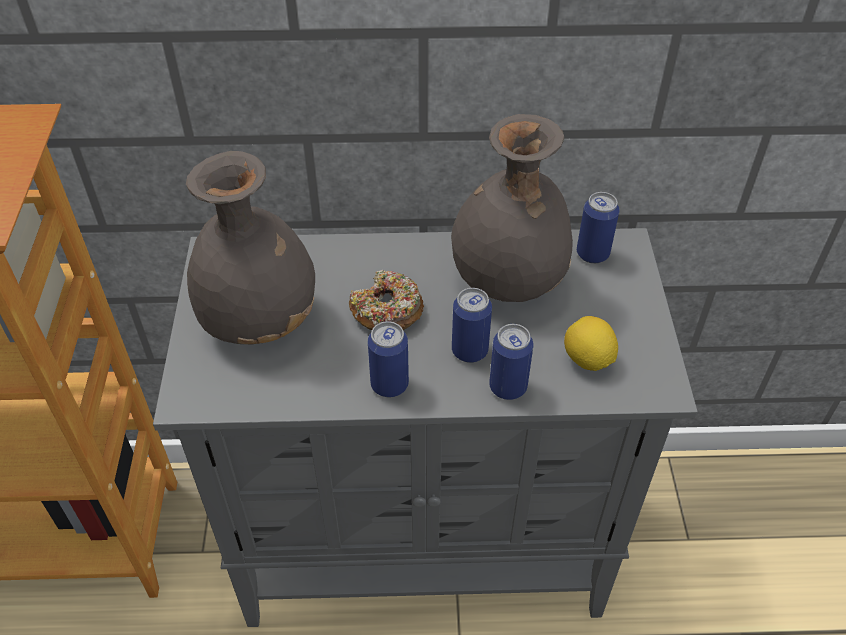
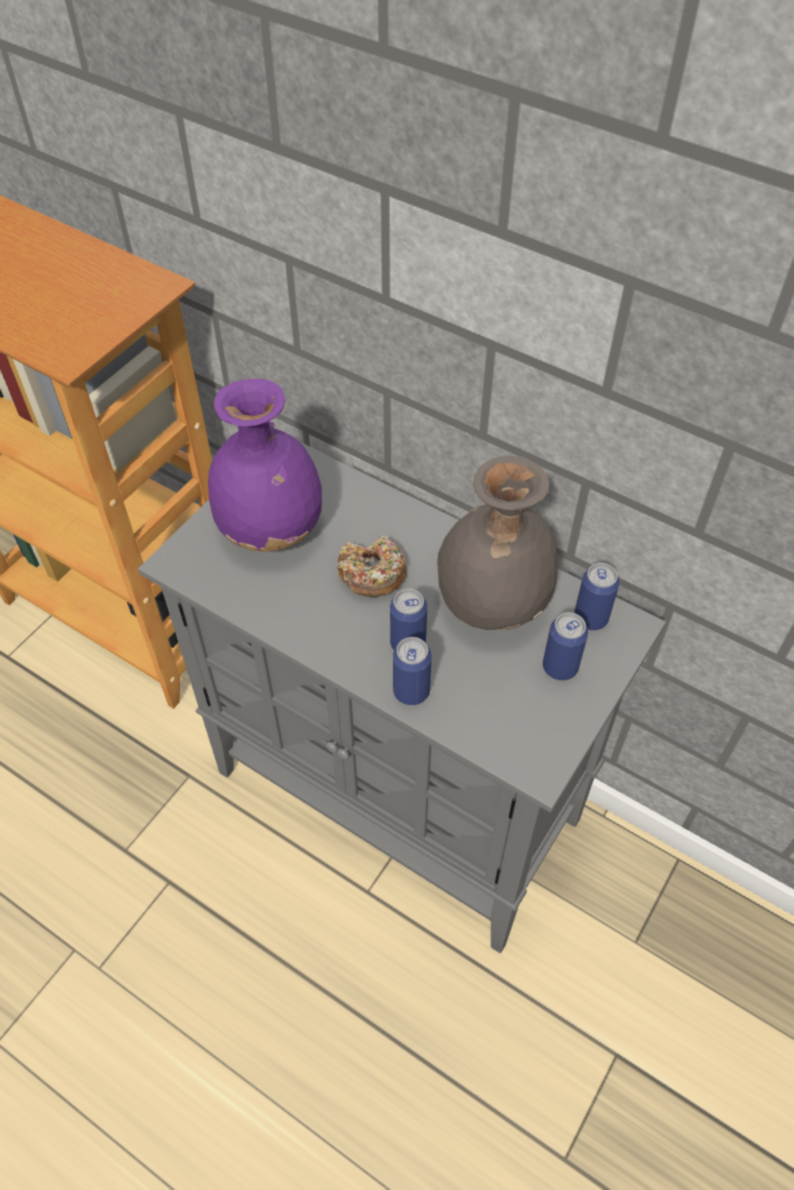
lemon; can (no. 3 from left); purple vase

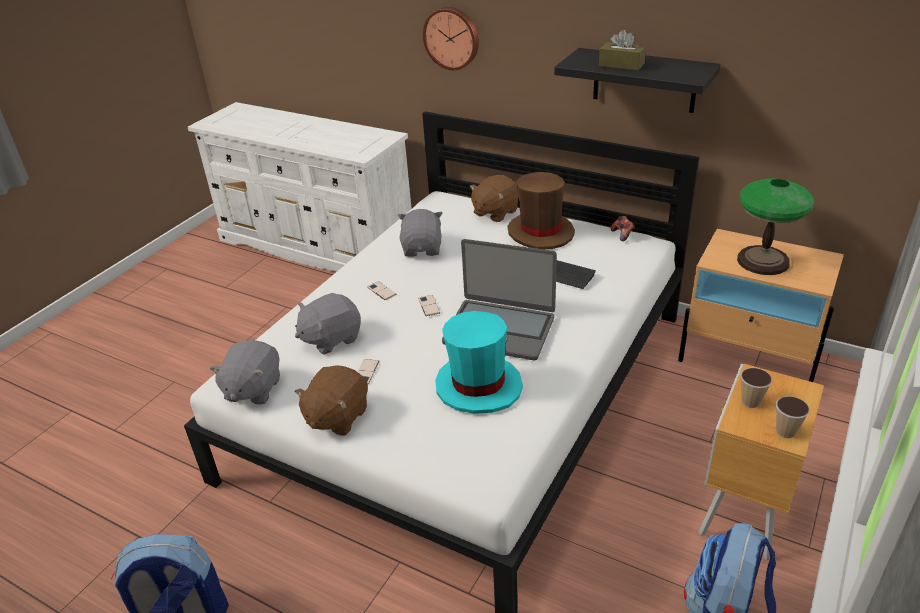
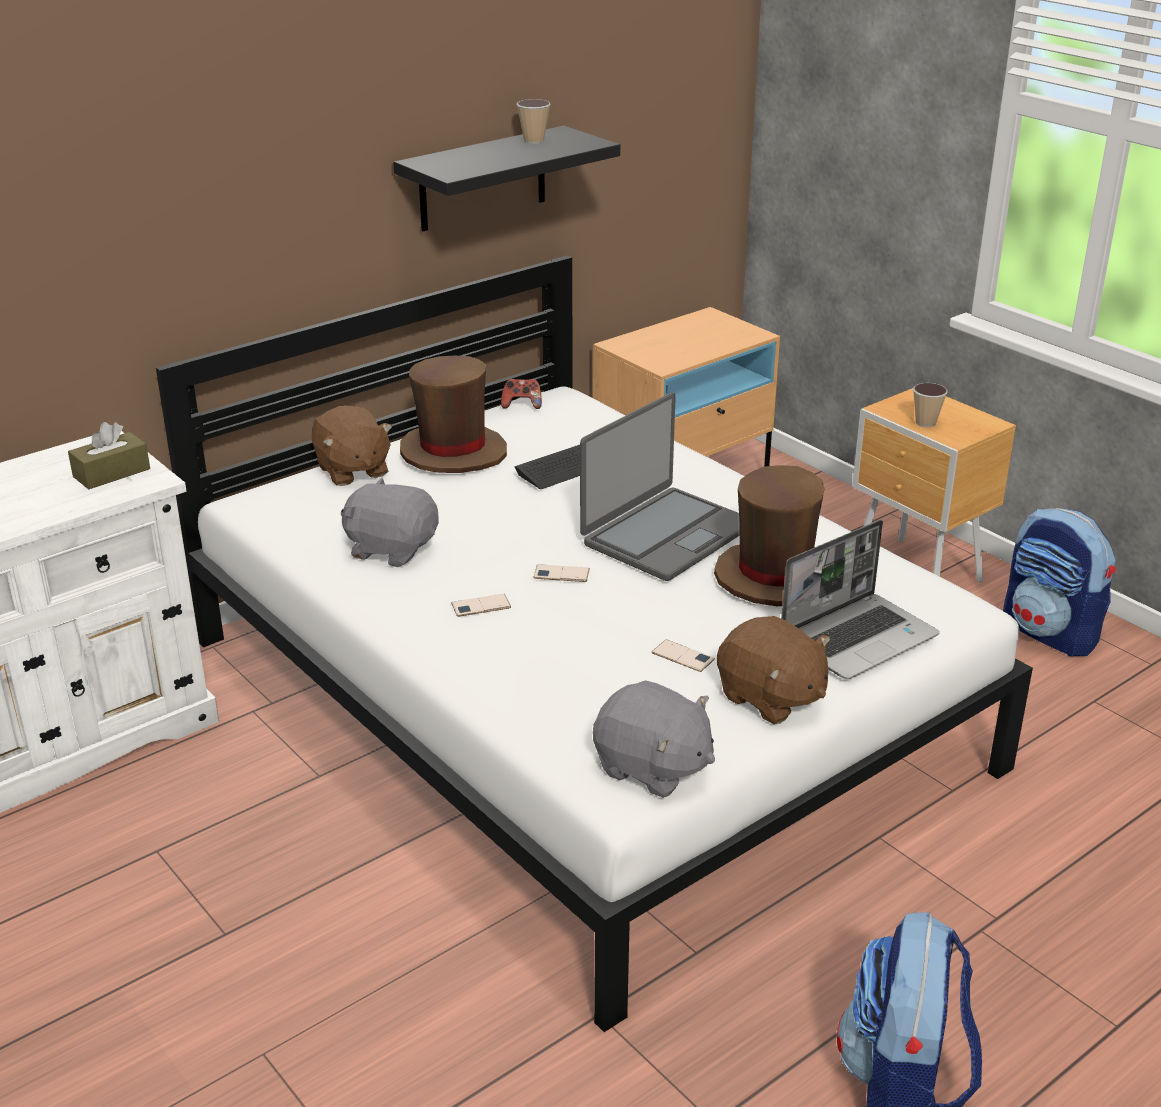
grey plush toy (no. 2 from left in the first image); wall clock; table lamp; laptop (no. 2 from left); brown tissue box; cup (no. 1 from left); brown hat (no. 2 from left)

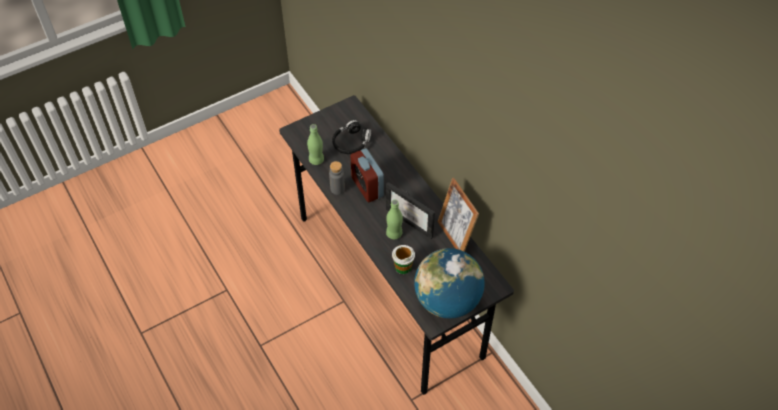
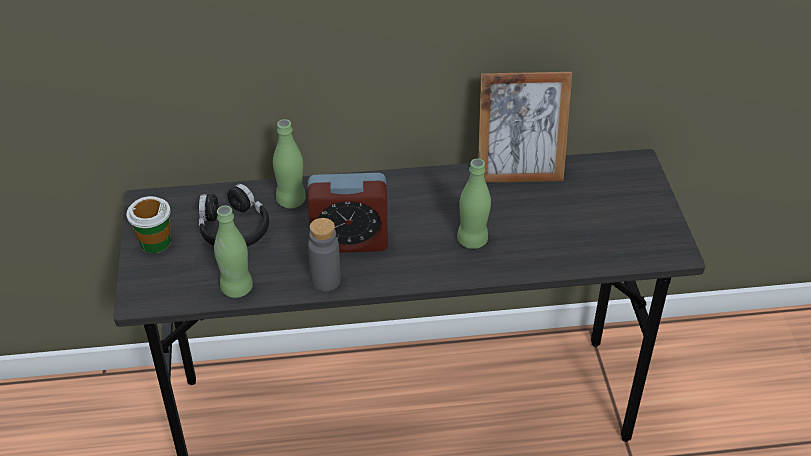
picture frame (no. 1 from left in the first image); globe; green bottle (no. 2 from left); cup

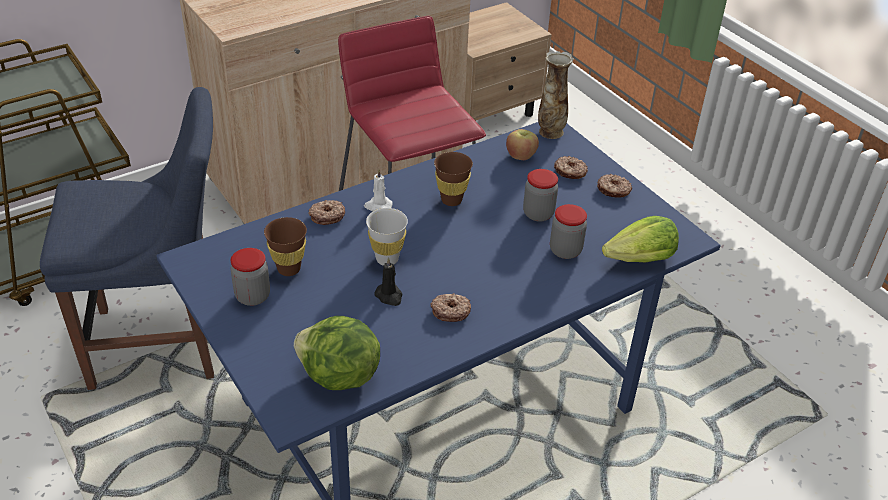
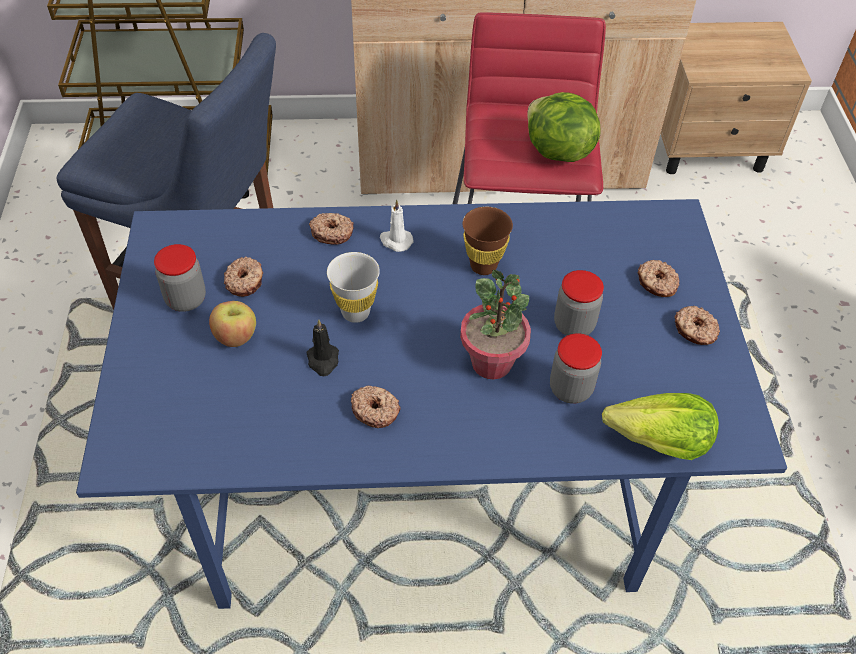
vase; potted plant; lettuce (no. 1 from left); apple; donut (no. 1 from left)

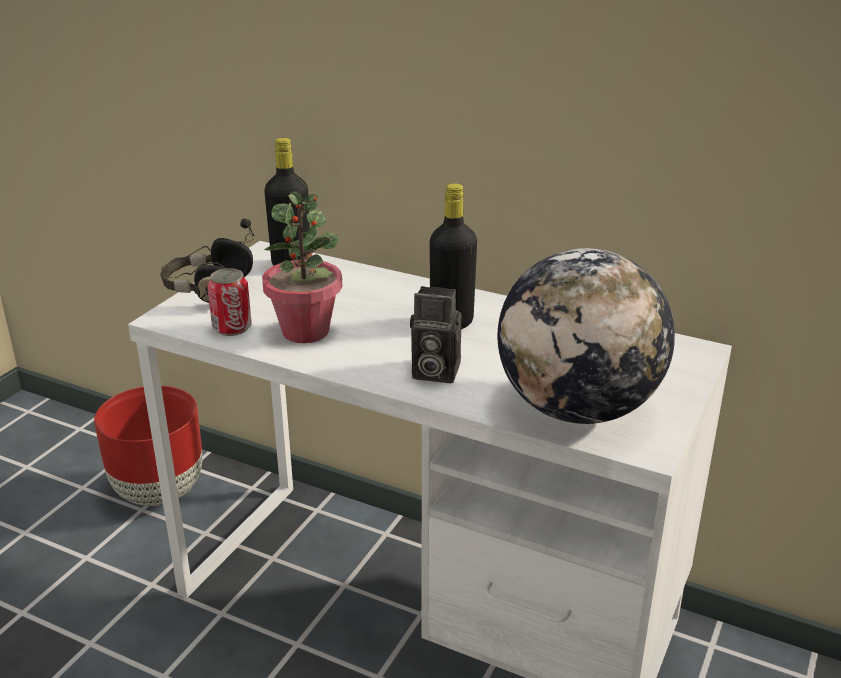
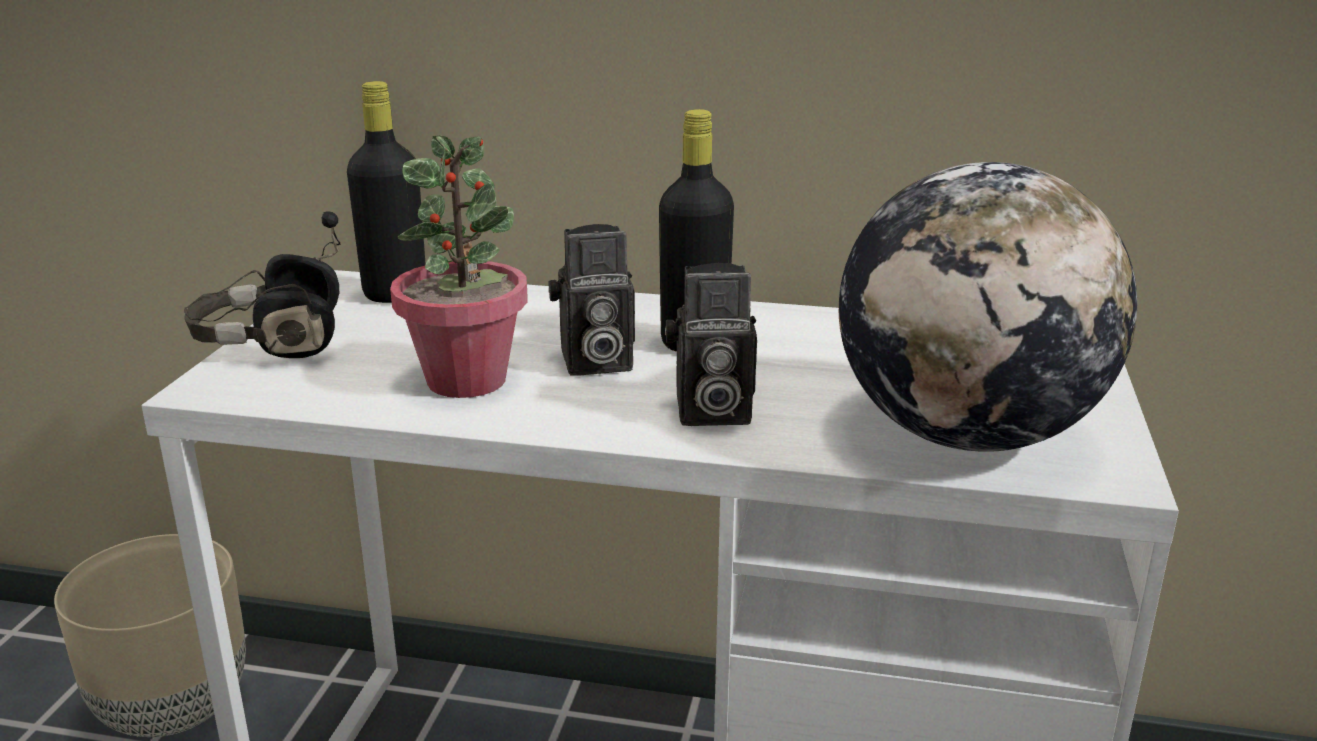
can; photo camera (no. 1 from left); beige planter

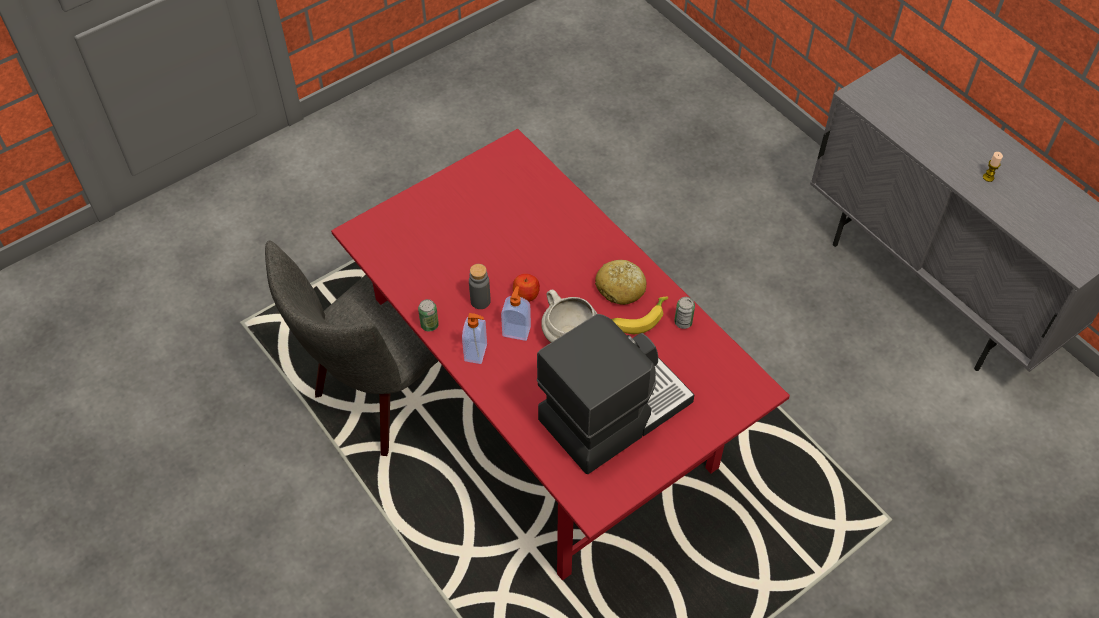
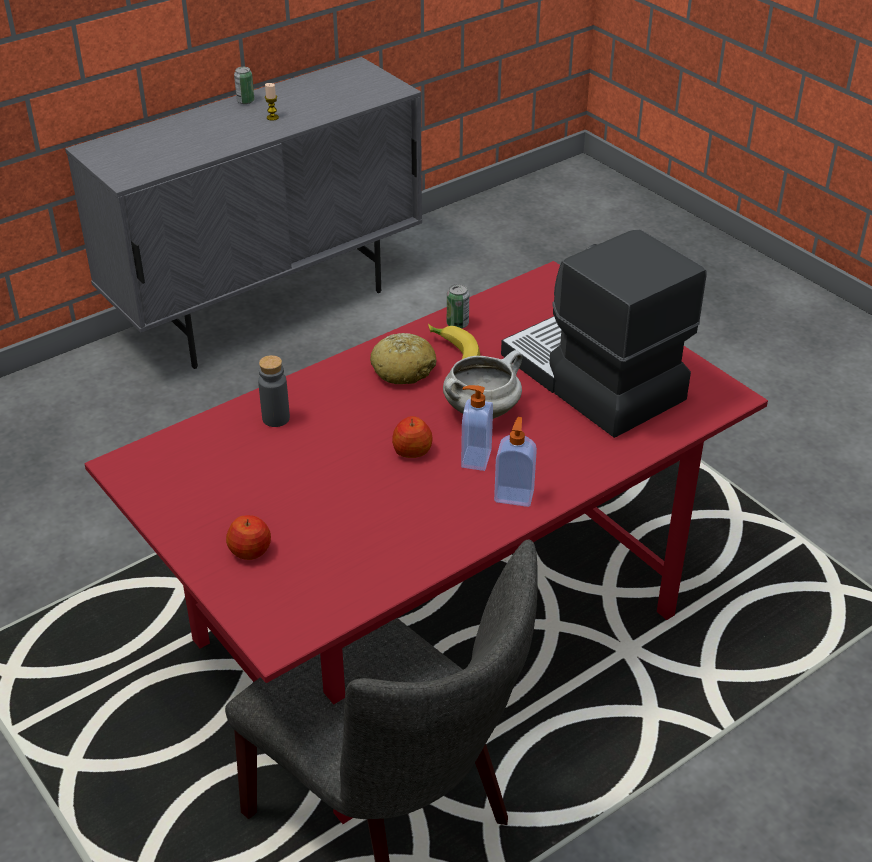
apple (no. 1 from left); can (no. 1 from left); grey bottle

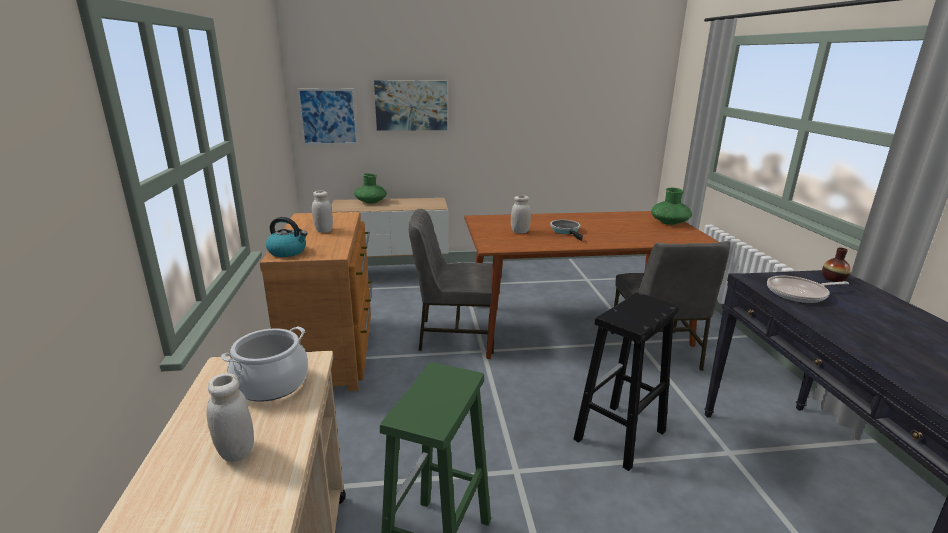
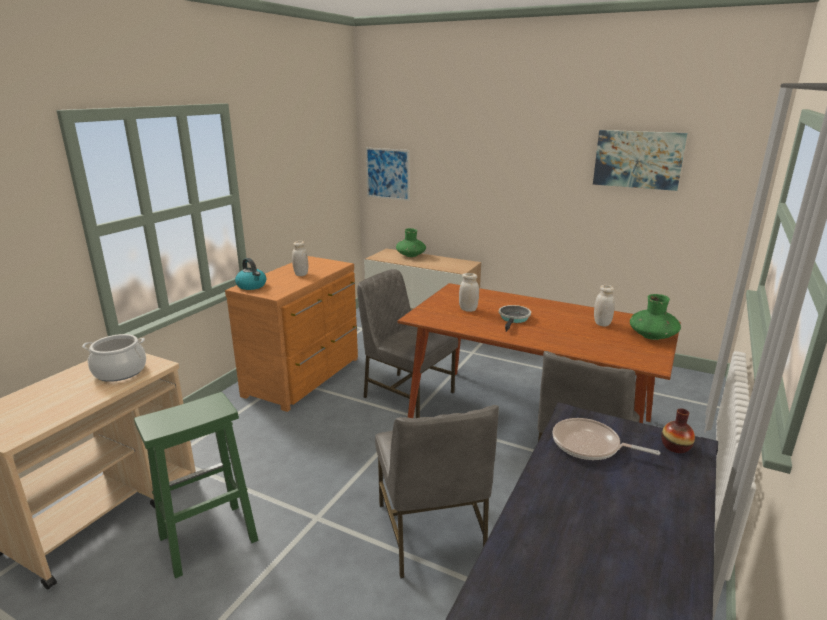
white jar (no. 3 from left); picture (no. 2 from left); grey chair (no. 2 from left)

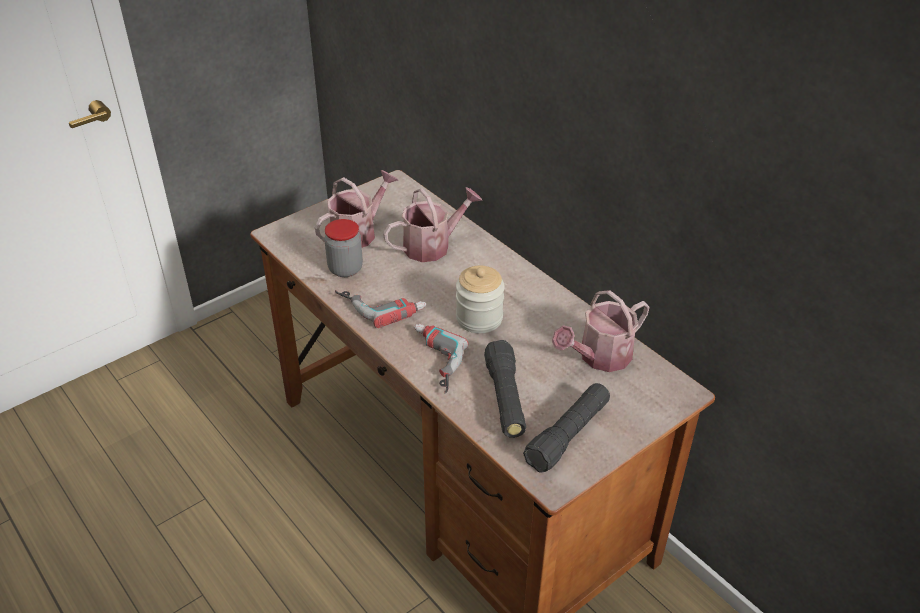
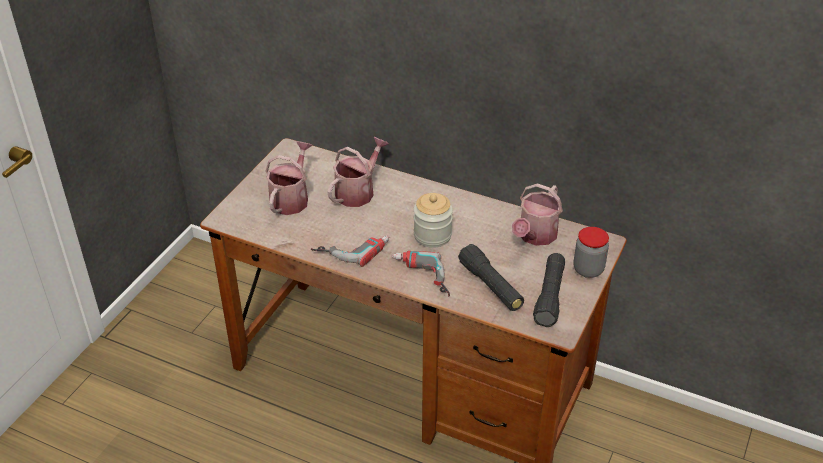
jar (no. 2 from left)

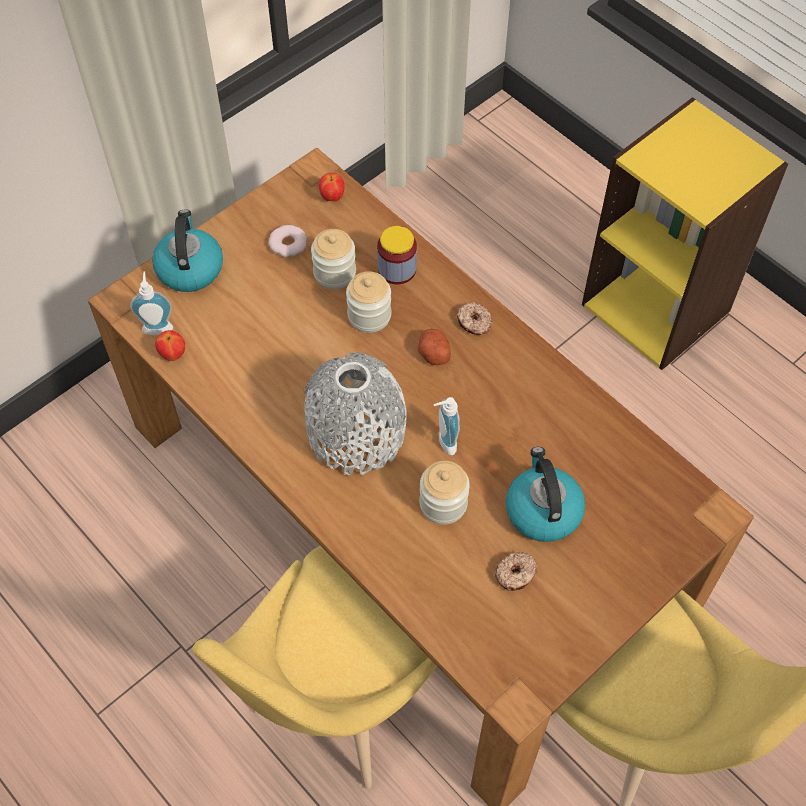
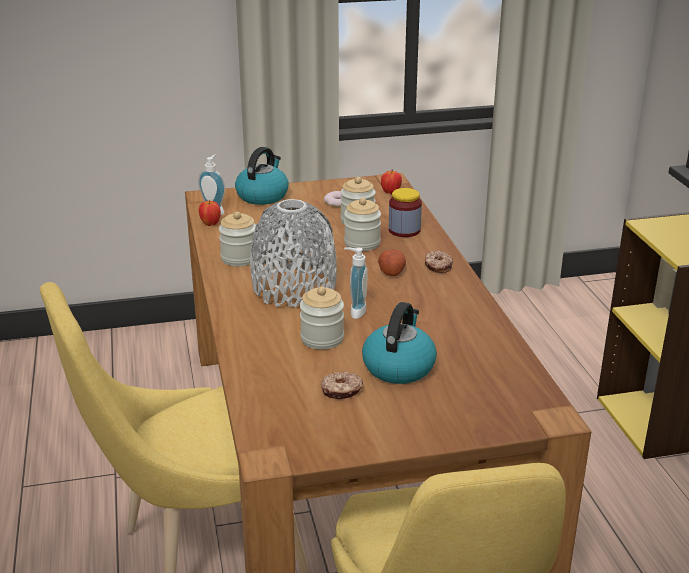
jar (no. 1 from left)

